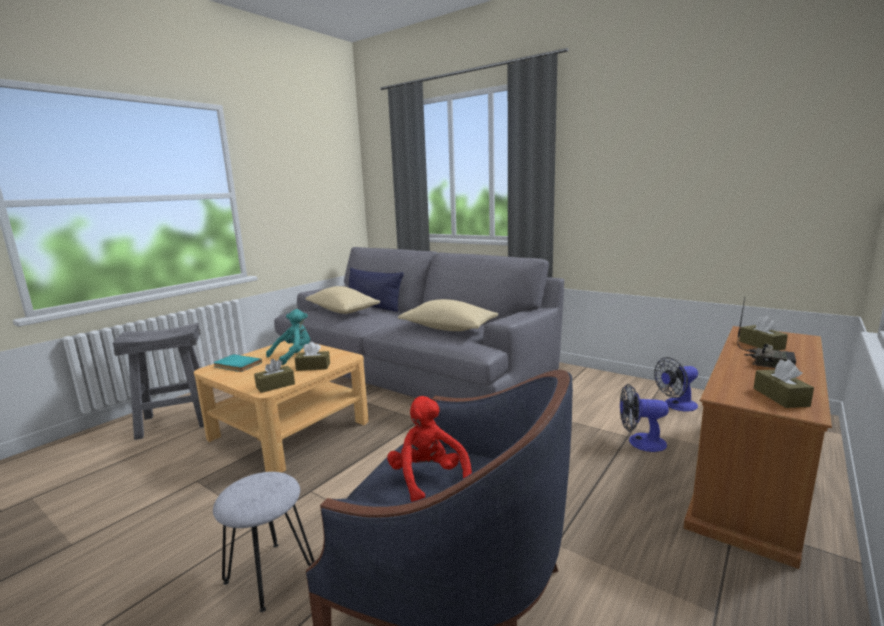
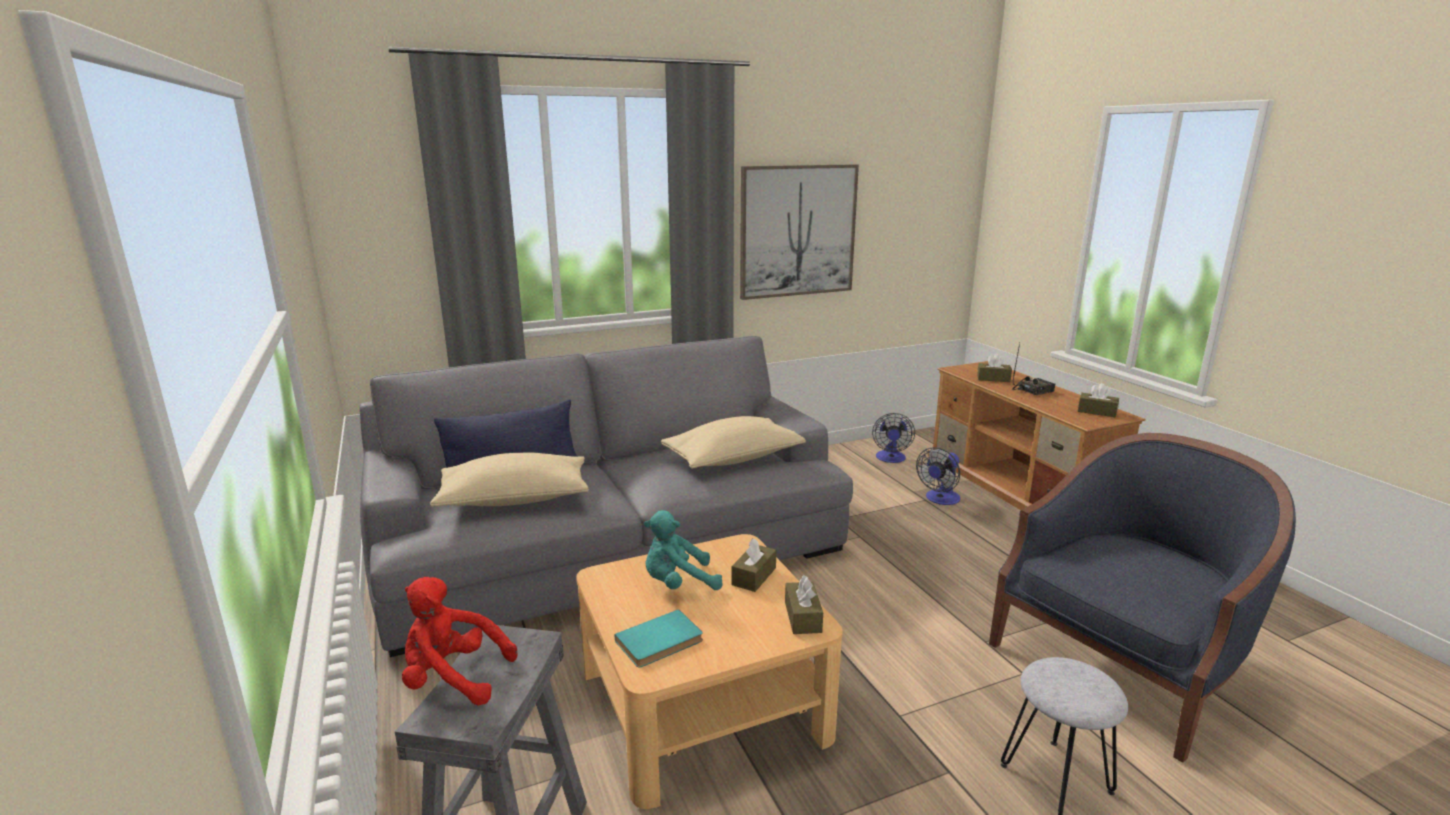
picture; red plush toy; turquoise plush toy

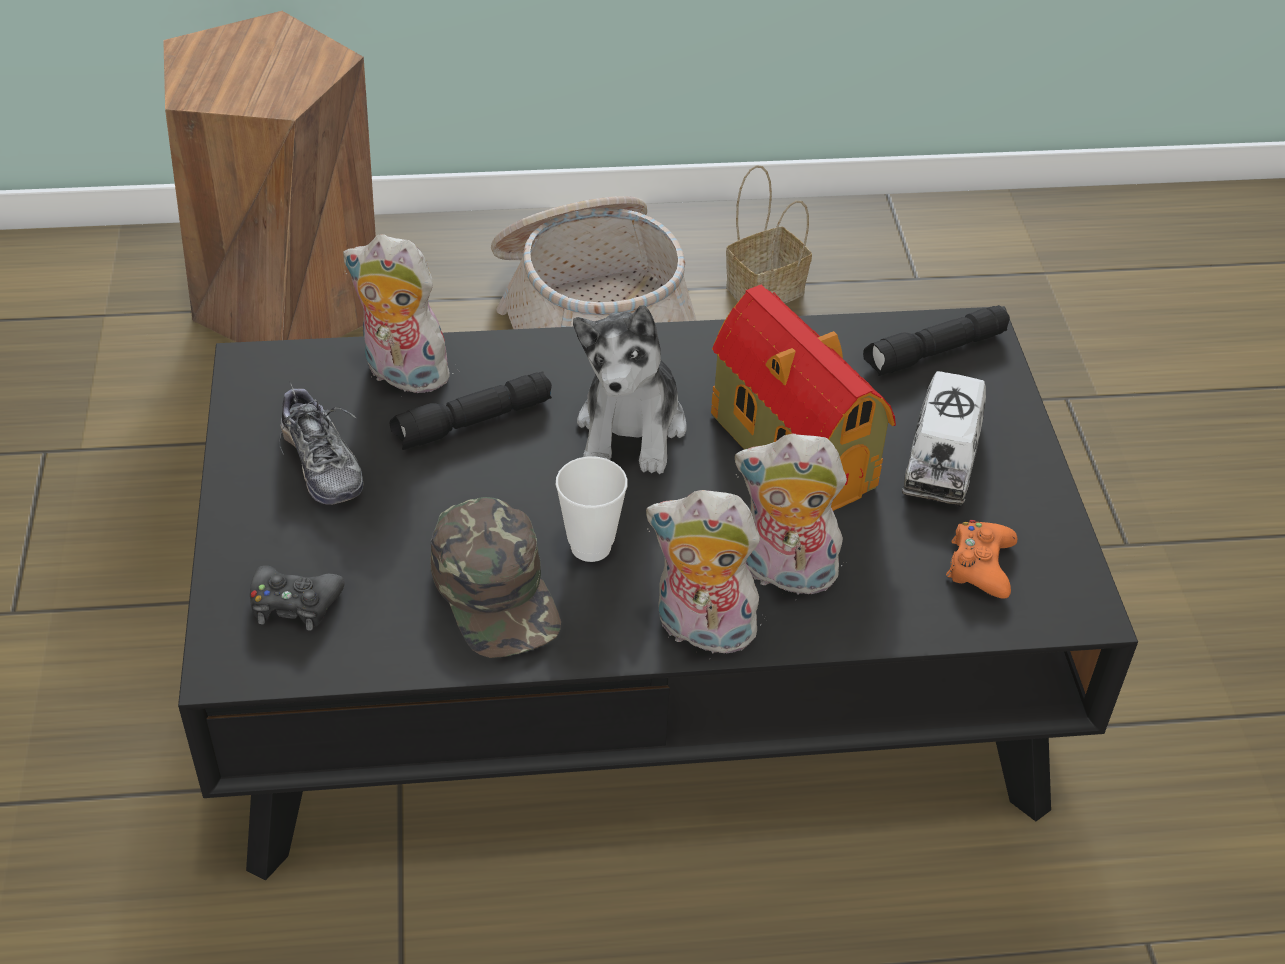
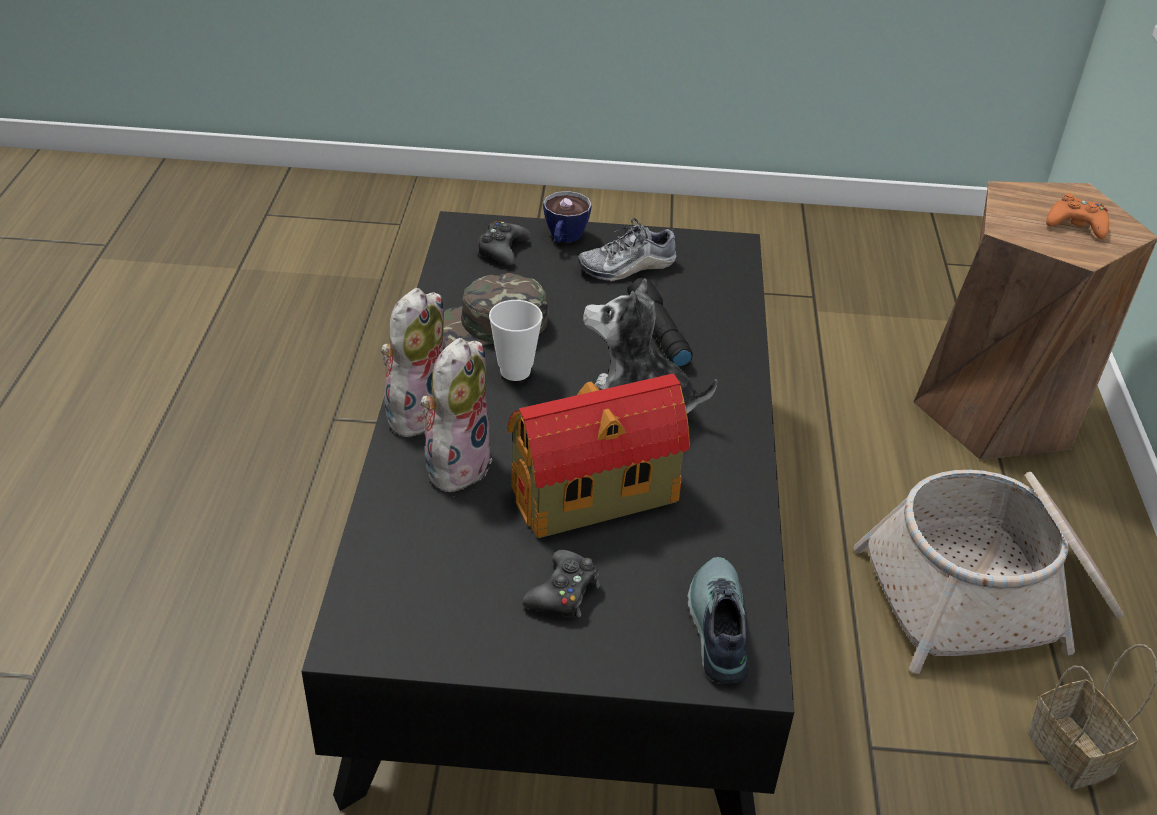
plush toy (no. 1 from left in the first image); cup (no. 2 from left); orange game controller; shoe (no. 2 from left); black game controller (no. 2 from left)

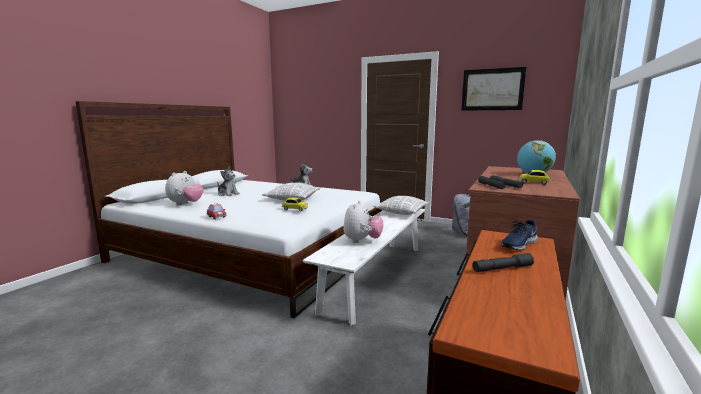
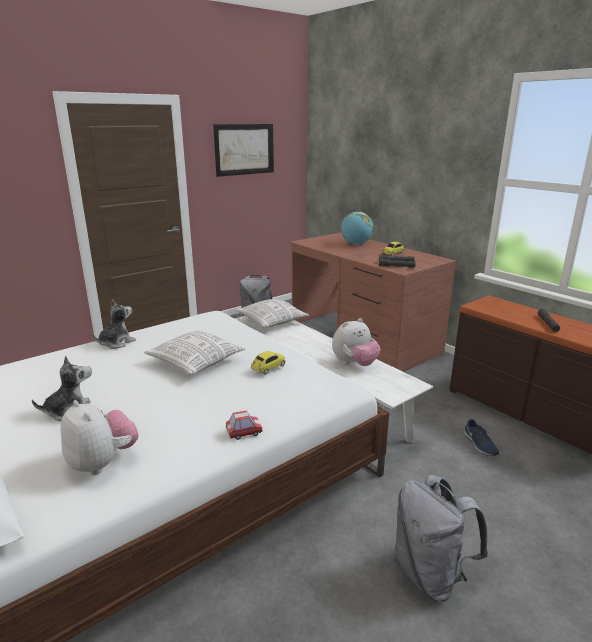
grey backpack (no. 2 from left); blue shoe; plush toy (no. 4 from left)

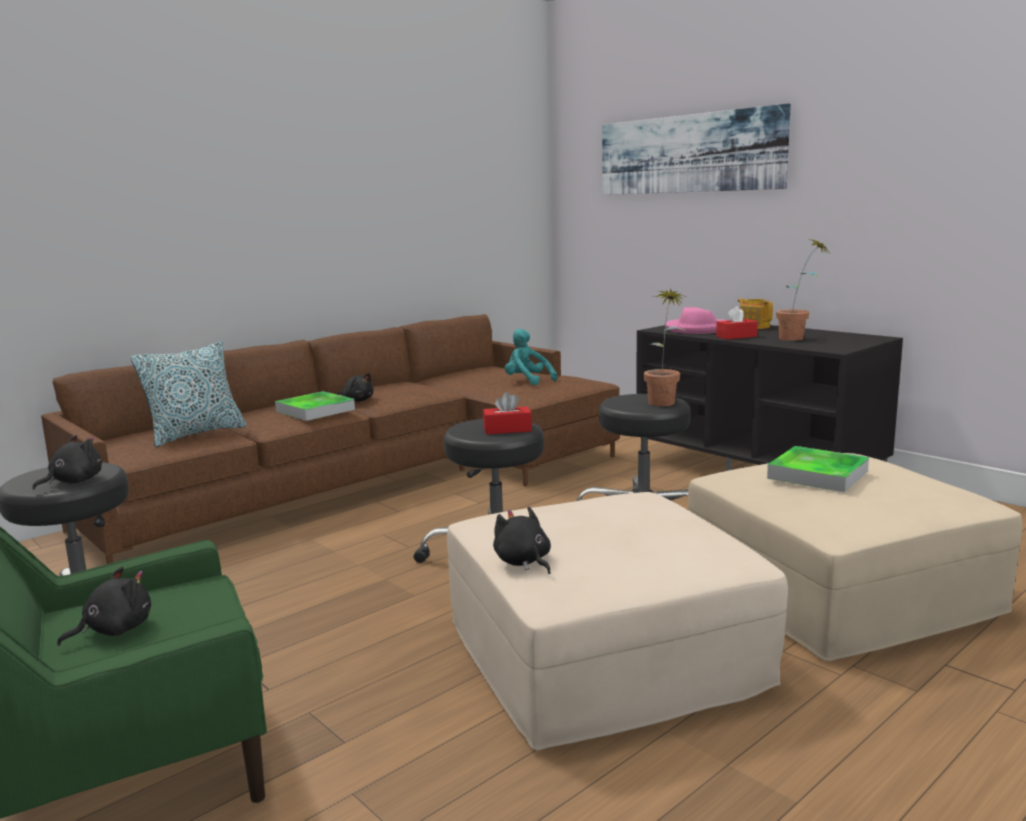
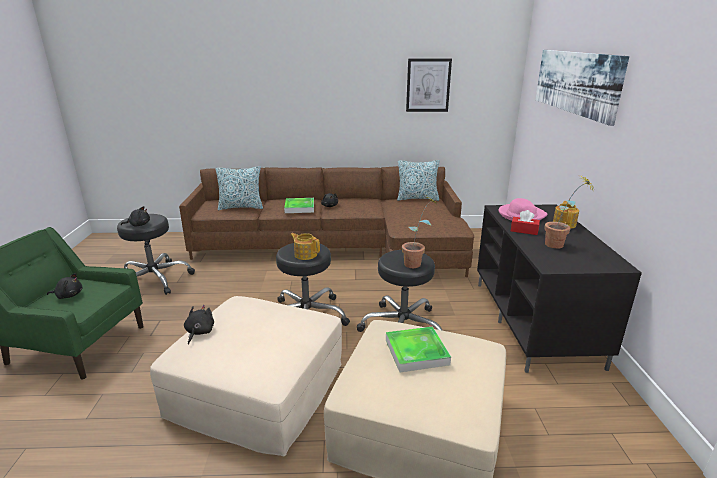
turquoise plush toy; pillow (no. 2 from left); picture (no. 1 from left); teapot (no. 1 from left)

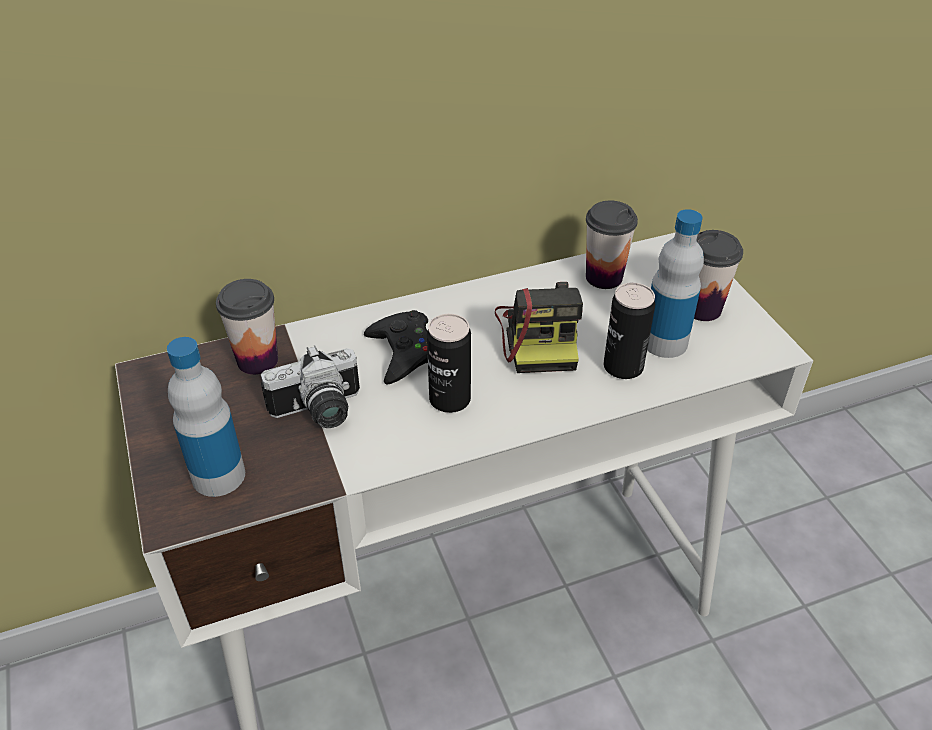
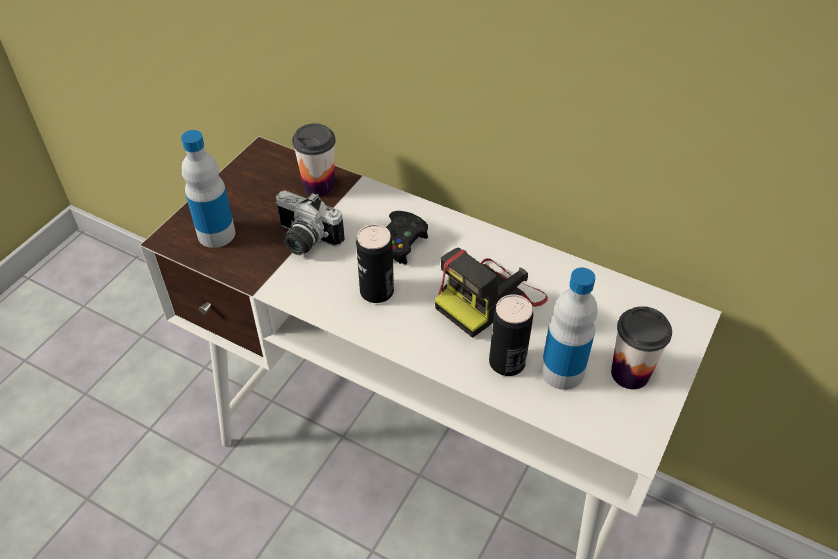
cup (no. 2 from left in the first image)

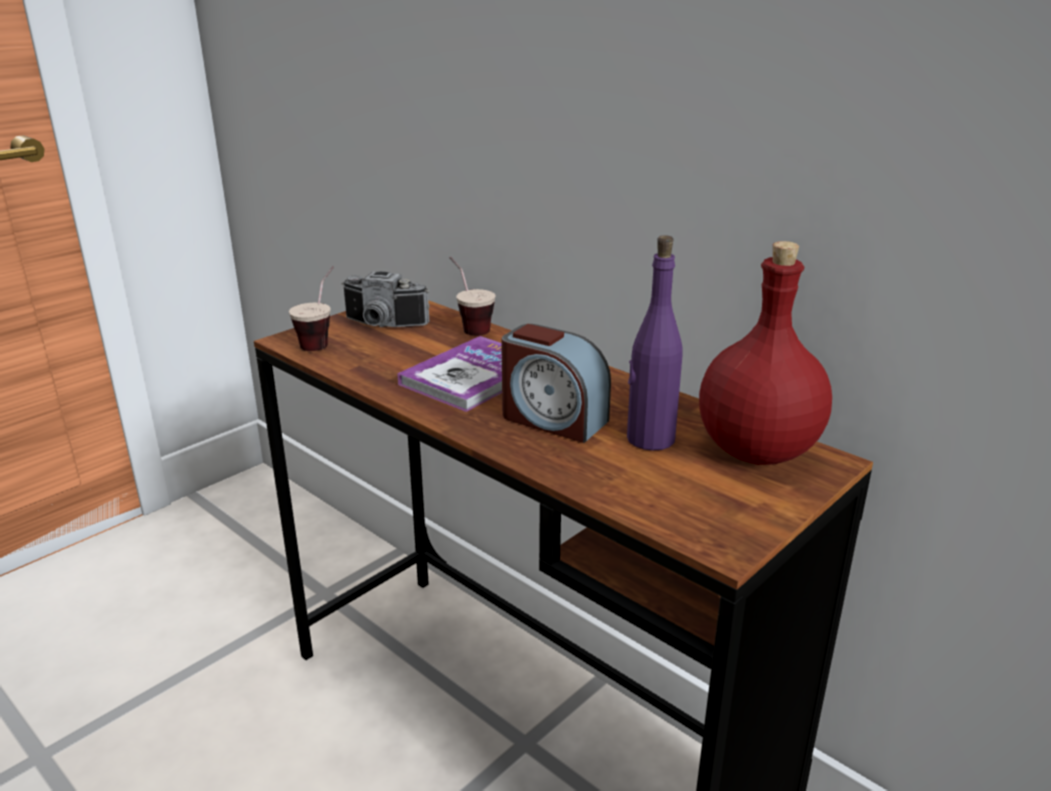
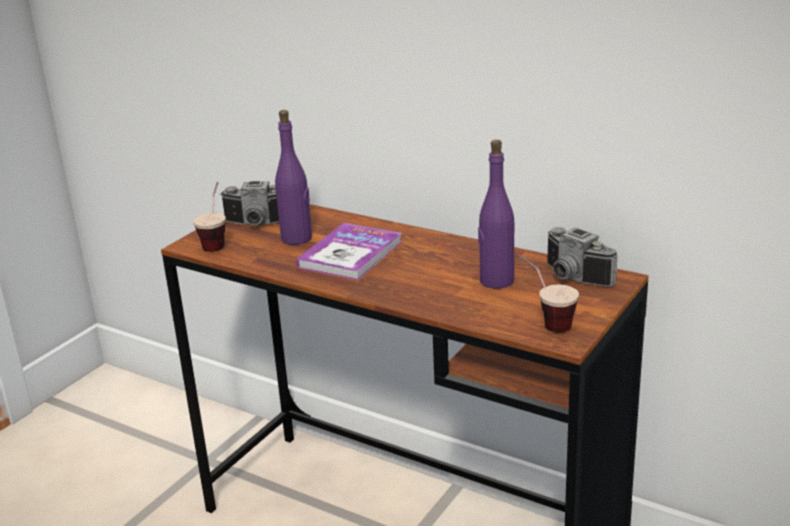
alarm clock; purple bottle (no. 1 from left); cup (no. 2 from left); photo camera (no. 2 from left)

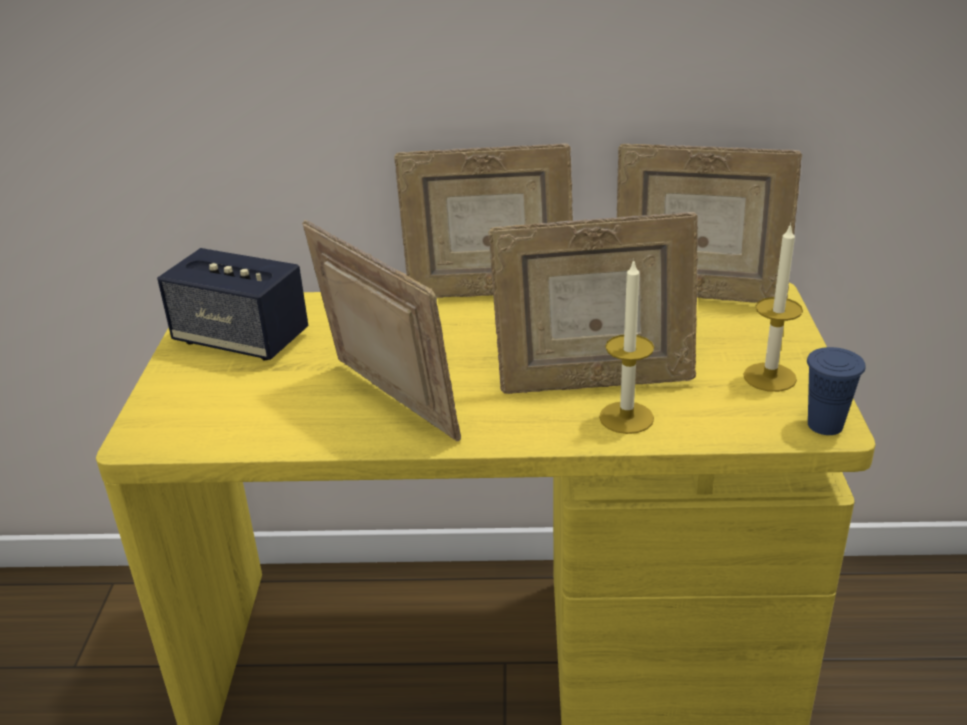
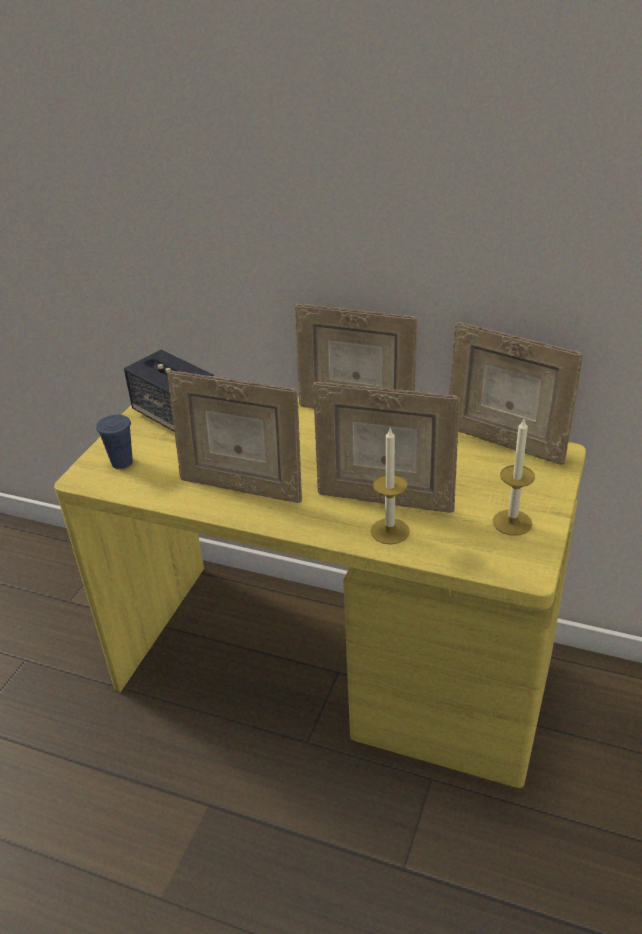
blue cup; picture frame (no. 1 from left)

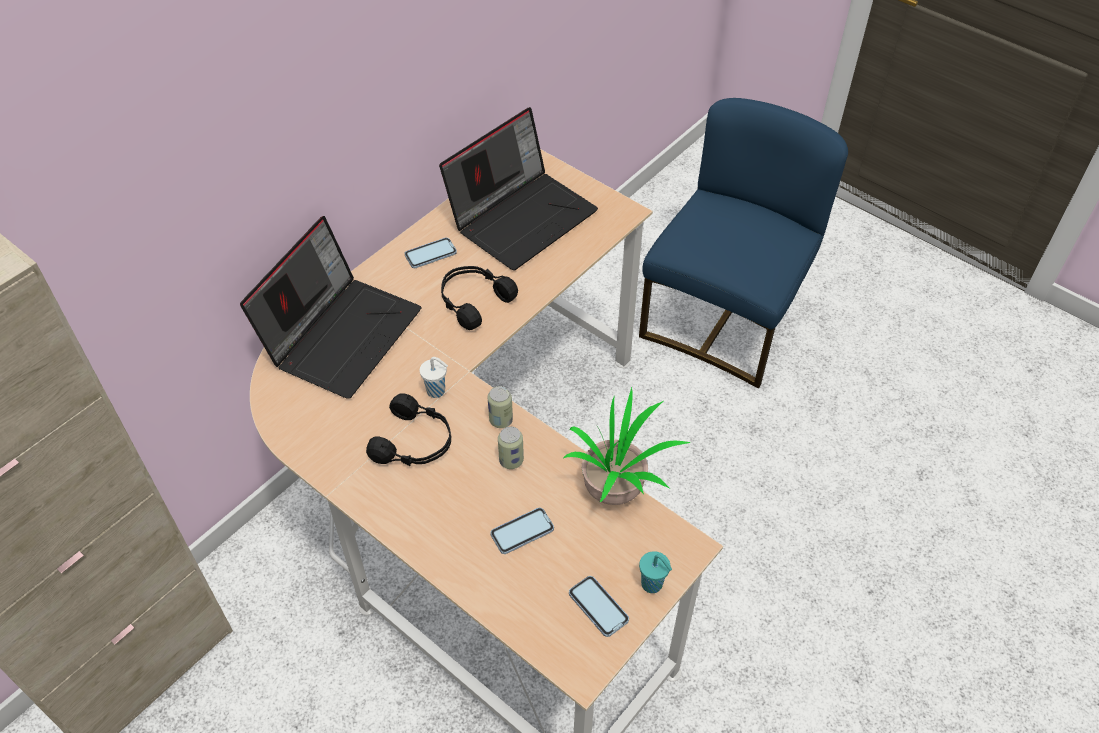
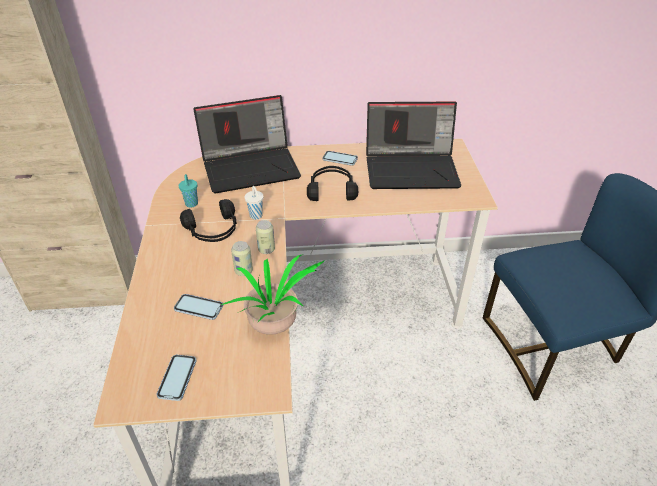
turquoise cup

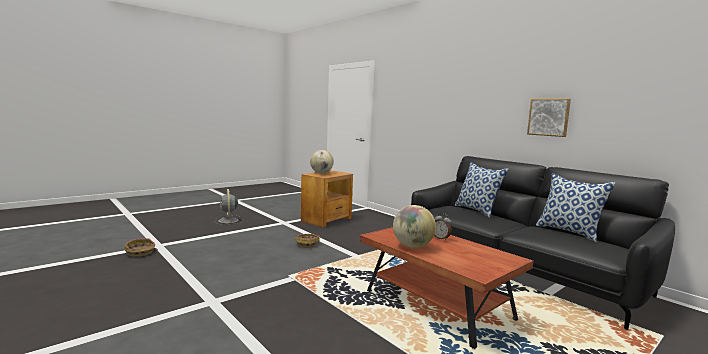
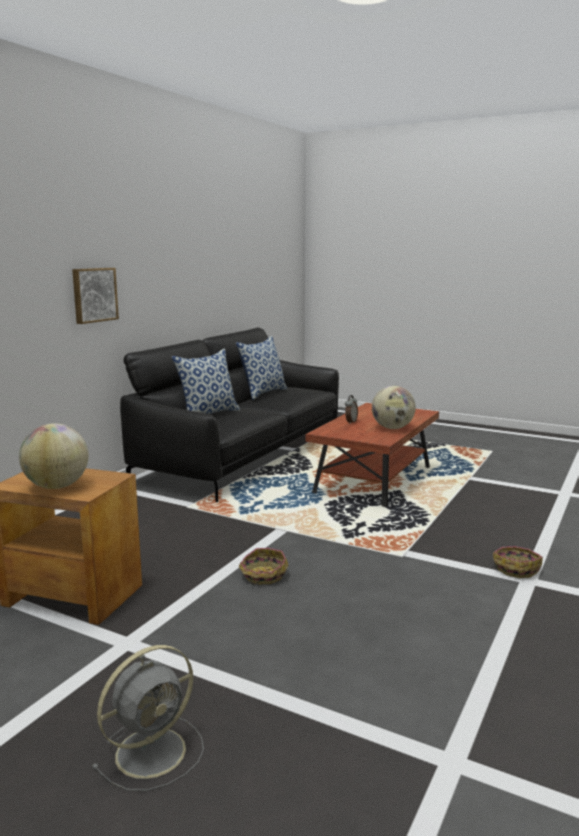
basket (no. 2 from left); picture

